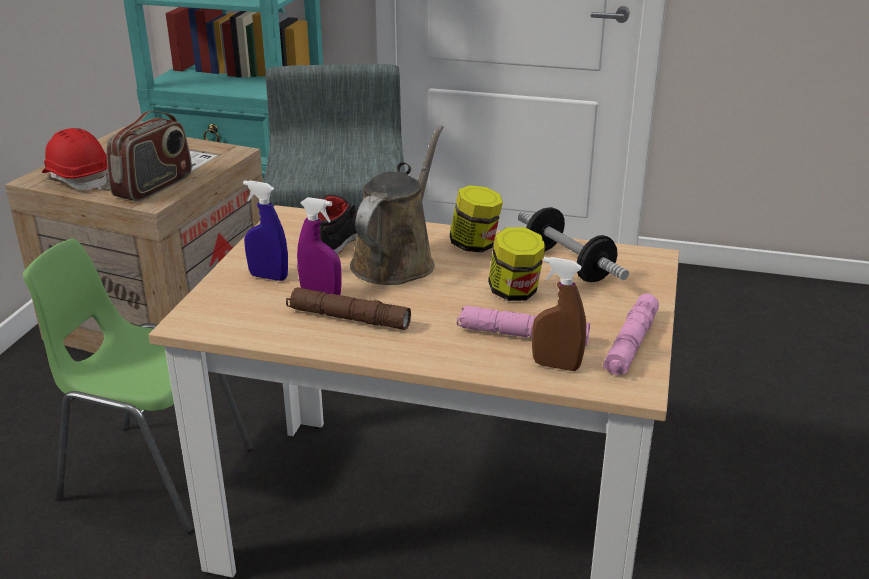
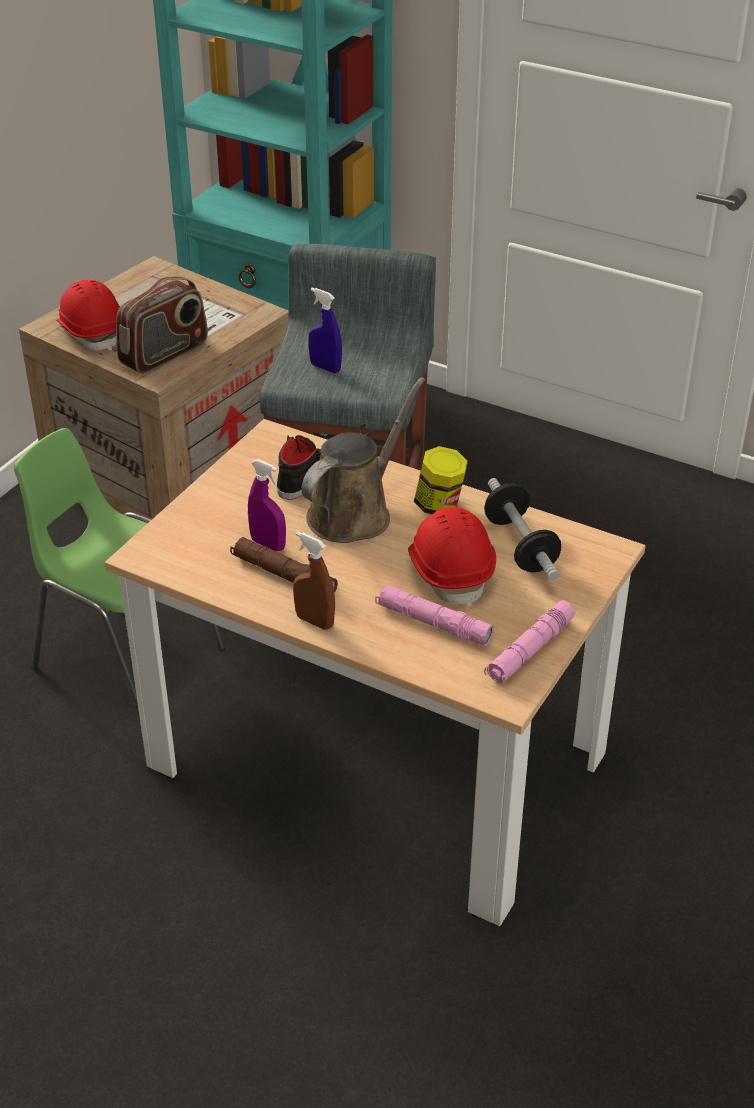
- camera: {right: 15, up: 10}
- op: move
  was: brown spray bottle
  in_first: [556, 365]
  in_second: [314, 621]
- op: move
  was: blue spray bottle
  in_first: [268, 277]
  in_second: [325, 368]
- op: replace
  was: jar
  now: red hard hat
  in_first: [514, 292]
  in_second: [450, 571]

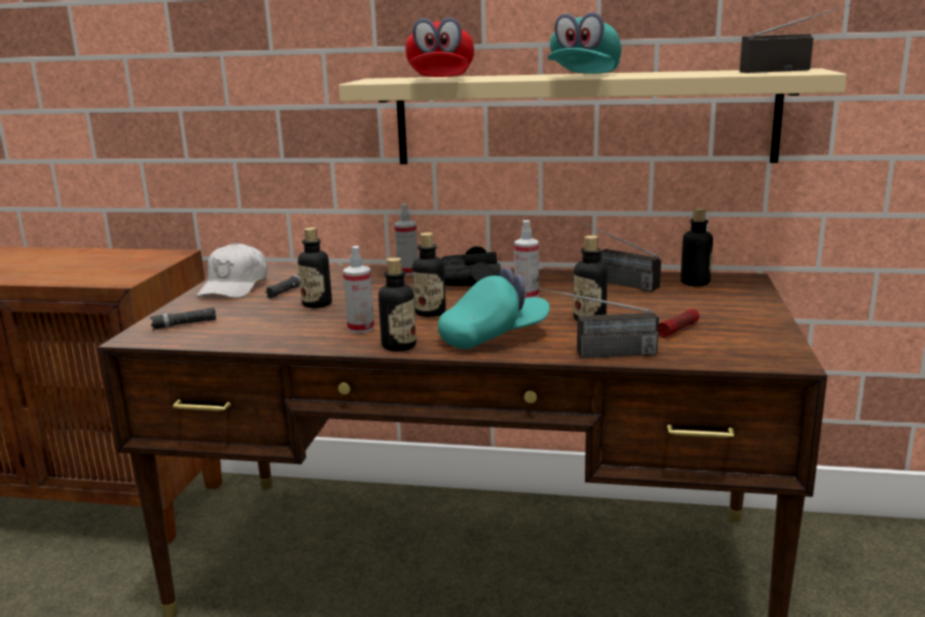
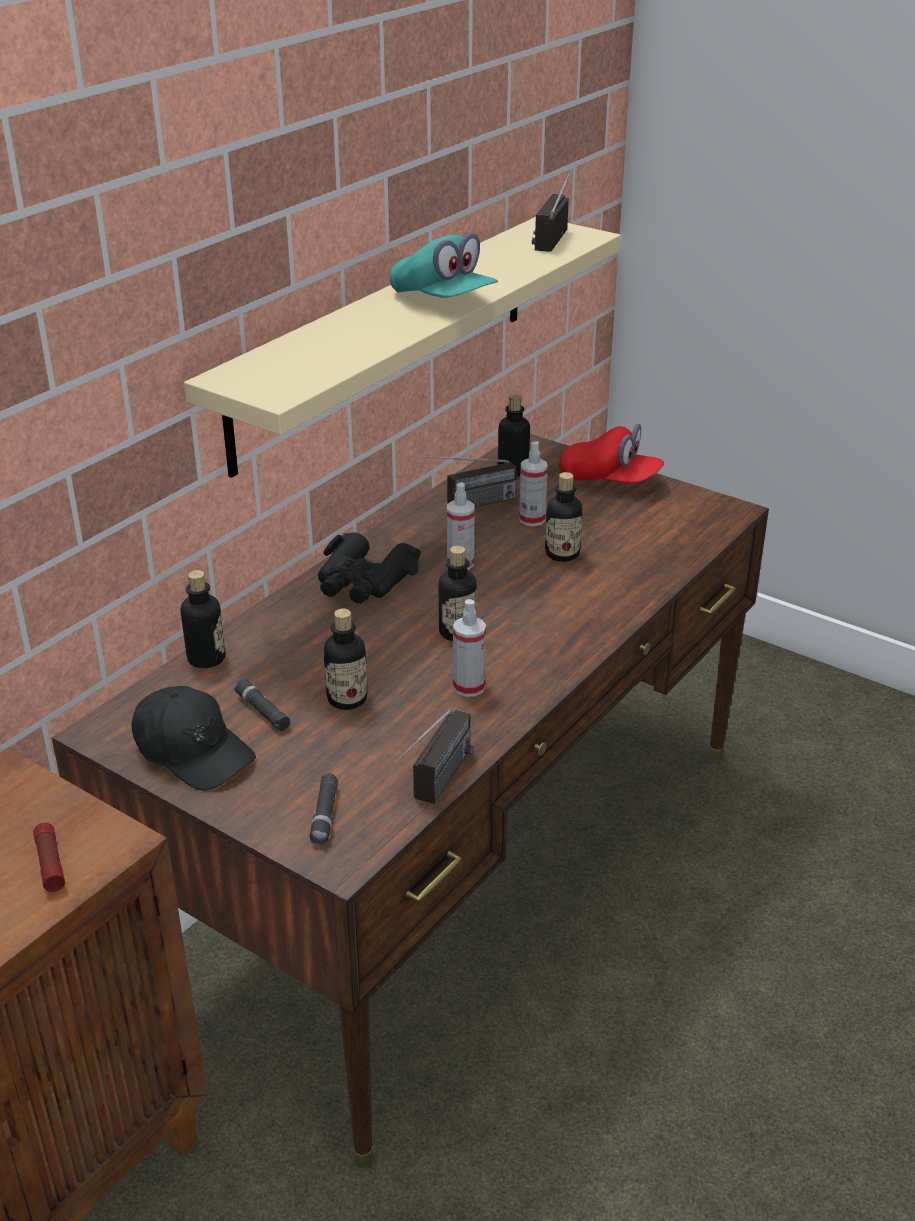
- camera: {right: -65, up: 15}
- op: move
  was: flashlight
  in_first: [678, 329]
  in_second: [50, 864]
- op: recolor
  was: white cap
  now: black cap
  in_first: [235, 287]
  in_second: [193, 751]
- op: move
  was: bottle
  in_first: [399, 346]
  in_second: [206, 658]
- op: move
  was: radio
  in_first: [596, 355]
  in_second: [435, 789]
- op: move
  was: spray bottle
  in_first: [407, 272]
  in_second: [532, 519]
- op: move
  was: red cap
  in_first: [440, 79]
  in_second: [609, 480]
- op: delete
  was: turquoise cap
  in_first: [494, 337]

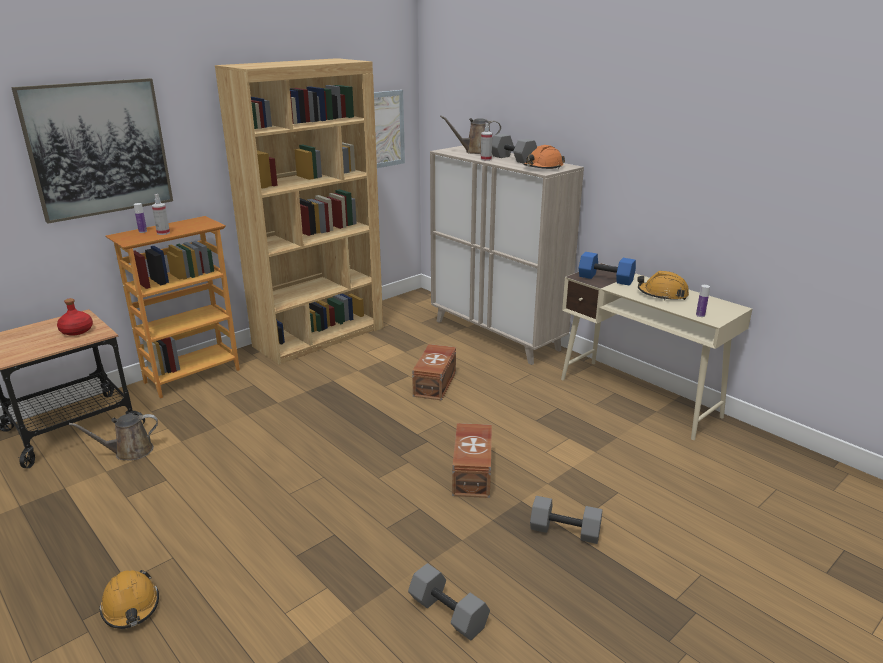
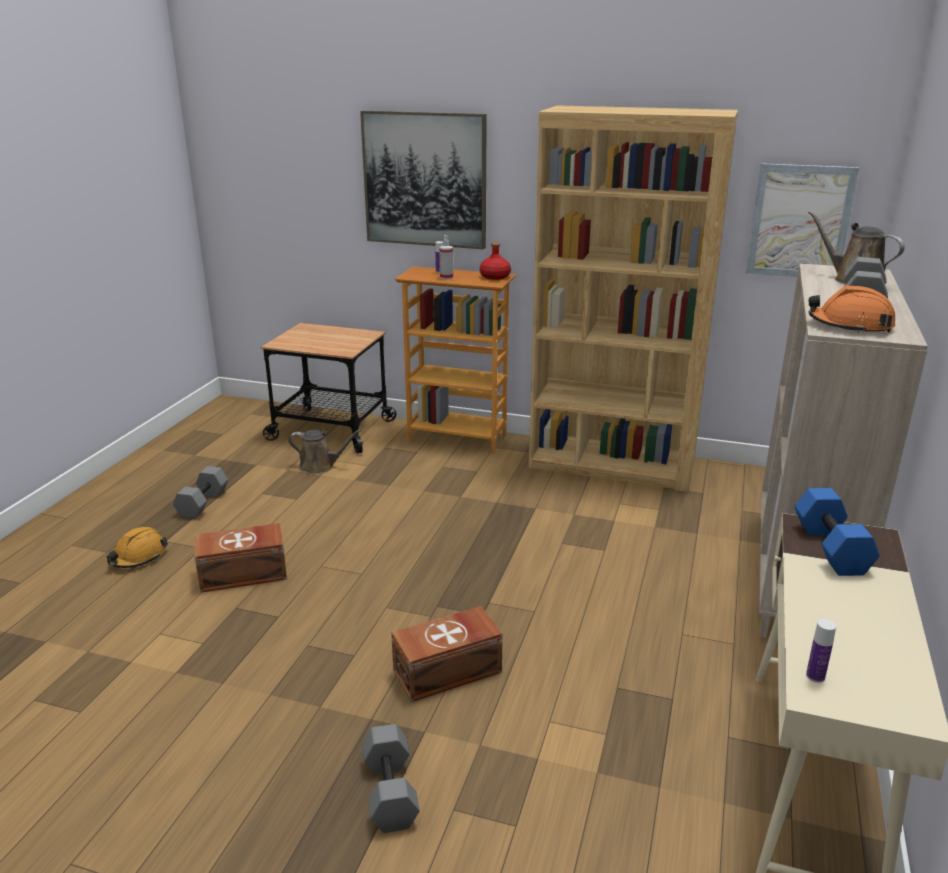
- camera: {right: 60, up: 0}
- op: move
  was: grey dumbbell
  in_first: [449, 613]
  in_second: [203, 504]
- op: move
  was: brown storage box
  in_first: [436, 383]
  in_second: [244, 574]
- op: rotate
  was: brown watering can
  in_first: [130, 452]
  in_second: [320, 466]
  clockwise: 150
- op: move
  was: red bottle
  in_first: [77, 331]
  in_second: [495, 277]
- op: delete
  was: spray bottle
  in_first: [486, 159]
- op: delete
  was: orange hard hat
  in_first: [662, 294]

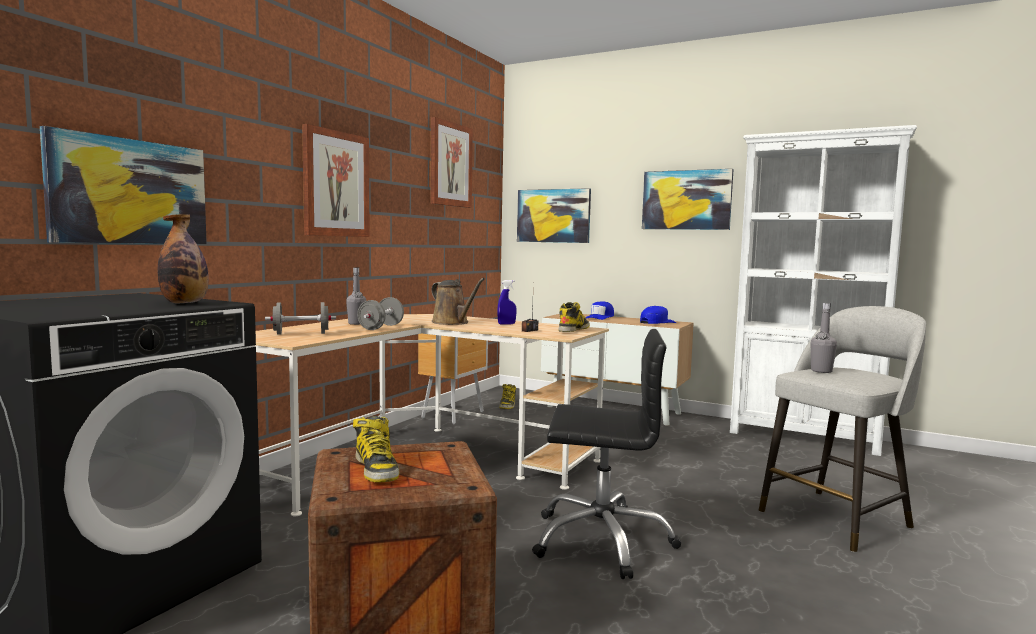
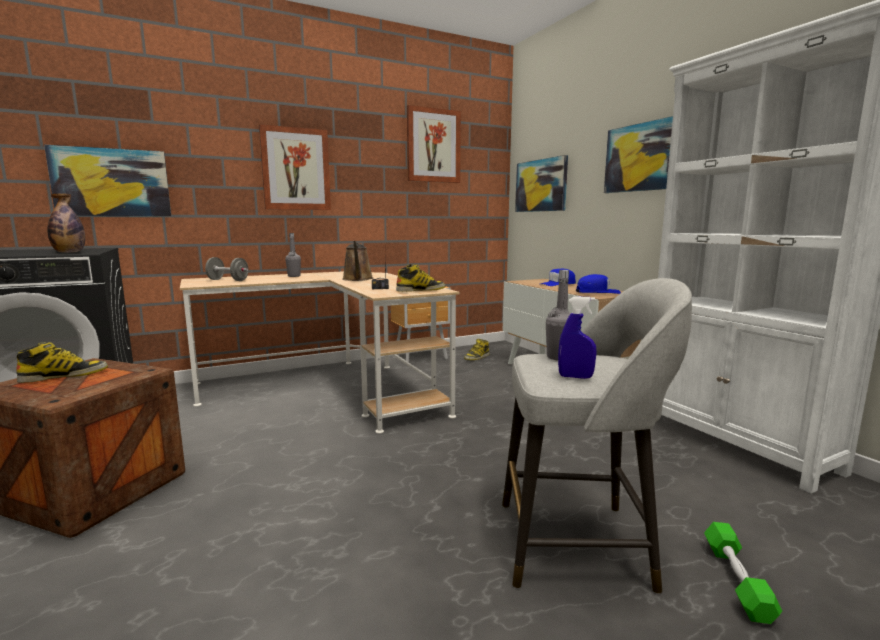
- camera: {right: 35, up: 5}
- op: rotate
  was: boot
  in_first: [376, 469]
  in_second: [65, 376]
  clockwise: -135
- op: move
  was: blue spray bottle
  in_first: [506, 324]
  in_second: [575, 377]
- op: insert
  now: green dumbbell
  in_second: [737, 580]
- op: delete
  was: grey dumbbell
  in_first: [381, 327]
- op: delete
  was: black office chair
  in_first: [602, 540]

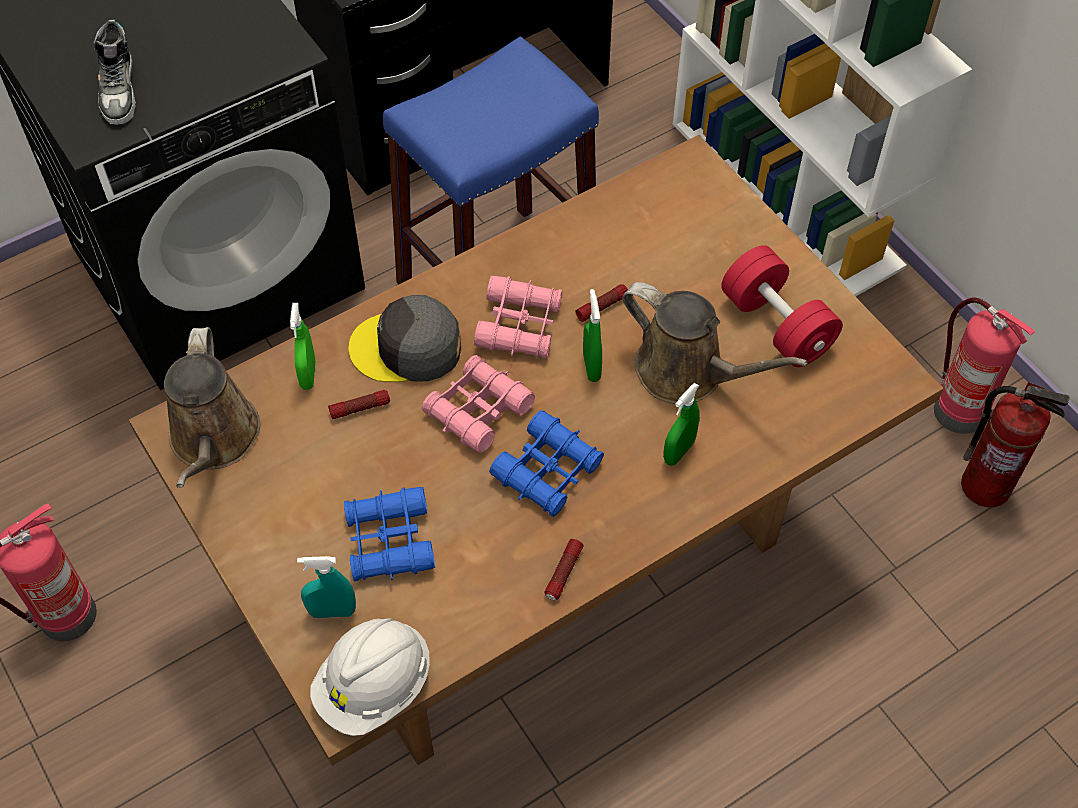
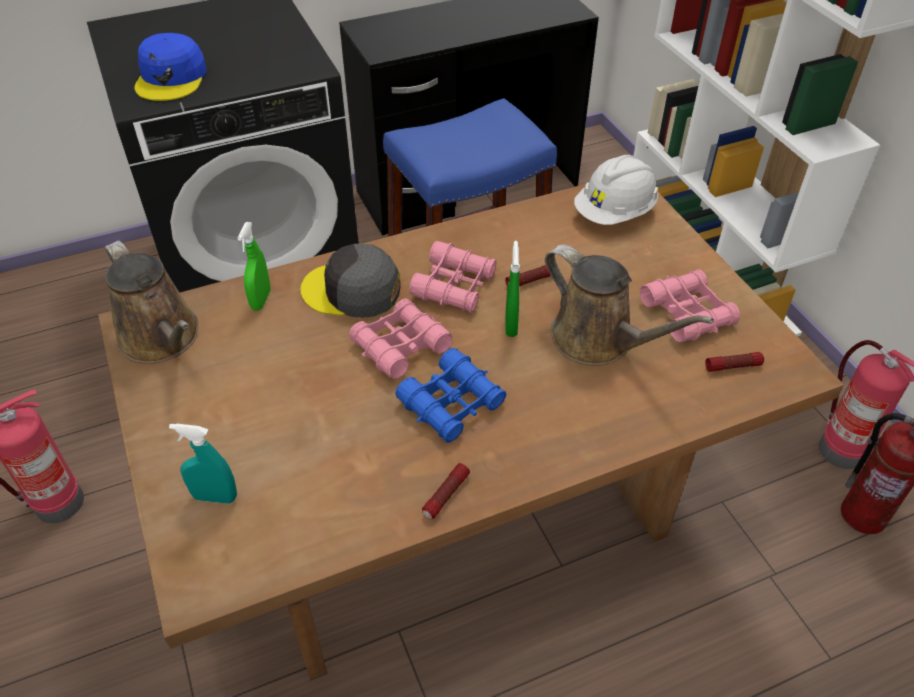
- camera: {right: 10, up: -10}
- op: rotate
  was: brown watering can
  in_first: [214, 440]
  in_second: [162, 339]
  clockwise: -45
- op: replace
  was: shoe
  now: blue cap
  in_first: [119, 90]
  in_second: [172, 78]
- op: move
  was: white hard hat
  in_first: [374, 686]
  in_second: [615, 213]
- op: replace
  was: red dumbbell
  now: pink binoculars
  in_first: [776, 325]
  in_second: [687, 313]
- op: move
  was: flashlight
  in_first: [360, 408]
  in_second: [733, 366]
- op: delete
  was: blue binoculars
  in_first: [389, 541]
- op: delete
  was: green spray bottle
  in_first: [678, 451]

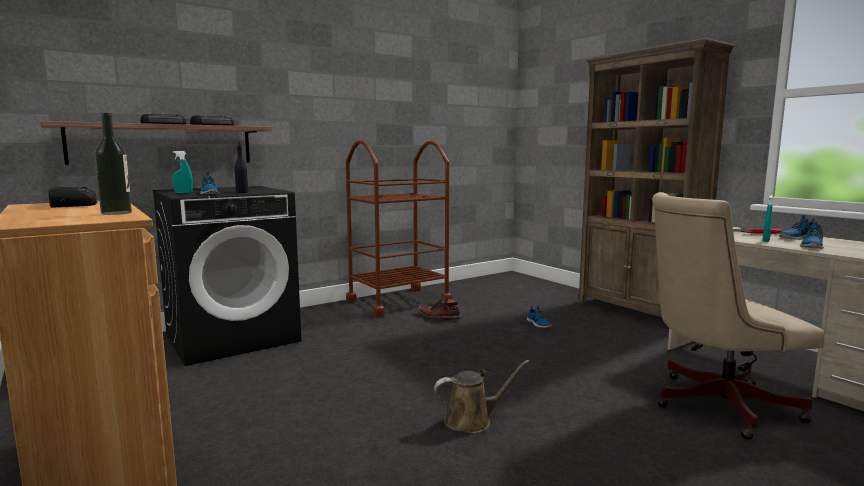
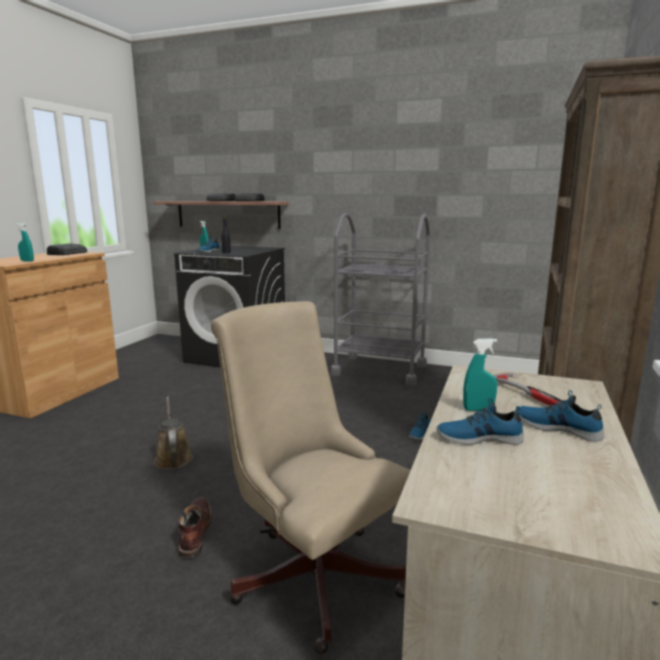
- camera: {right: 55, up: 5}
- op: replace
  was: bottle
  now: turquoise spray bottle
  in_first: [116, 213]
  in_second: [27, 261]
- op: rotate
  was: brown watering can
  in_first: [472, 421]
  in_second: [173, 458]
  clockwise: -150
- op: move
  was: brown boot
  in_first: [438, 317]
  in_second: [194, 532]
- op: recolor
  was: brown cart
  now: grey cart
  in_first: [398, 302]
  in_second: [379, 370]

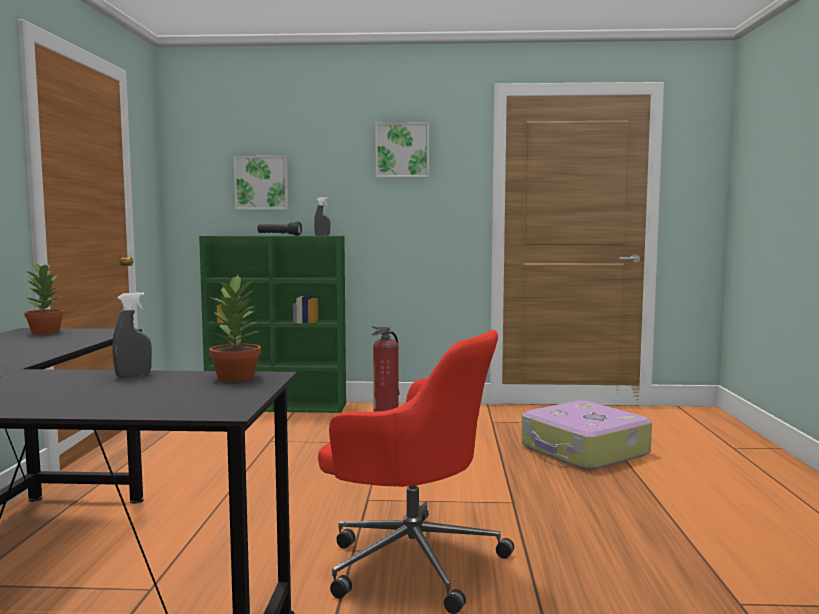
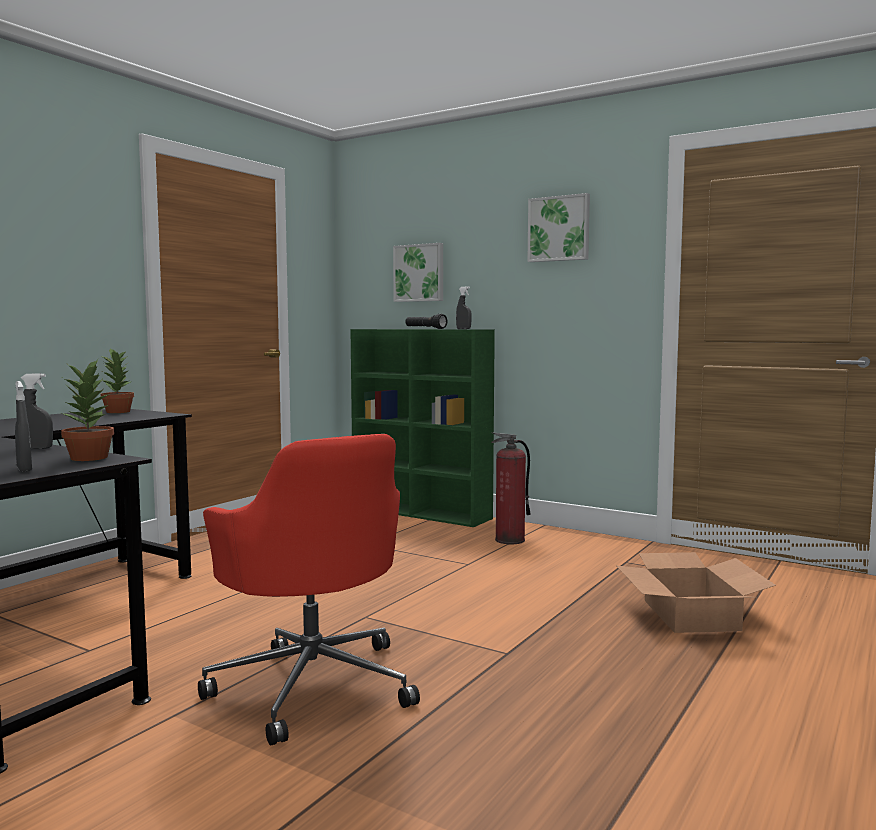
- camera: {right: 30, up: 0}
- op: insert
  now: grey spray bottle
  in_second: [24, 469]
- op: replace
  was: suitcase
  now: cardboard box
  in_first: [584, 451]
  in_second: [690, 615]

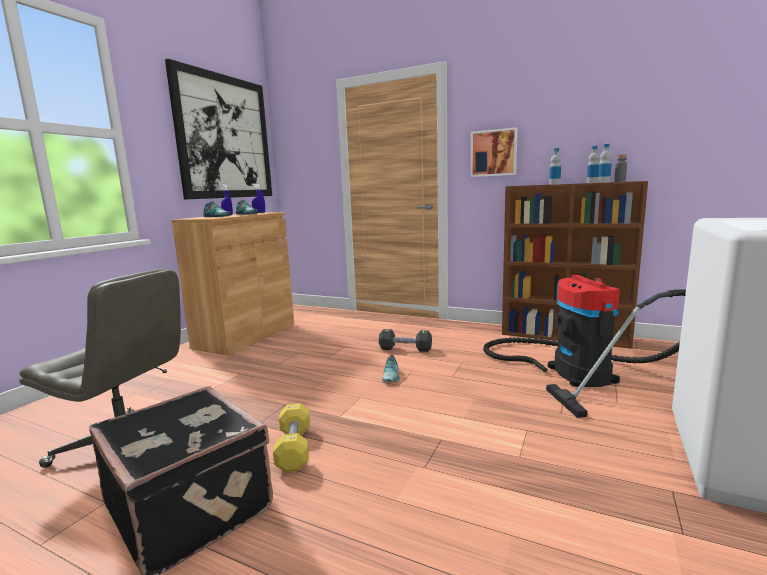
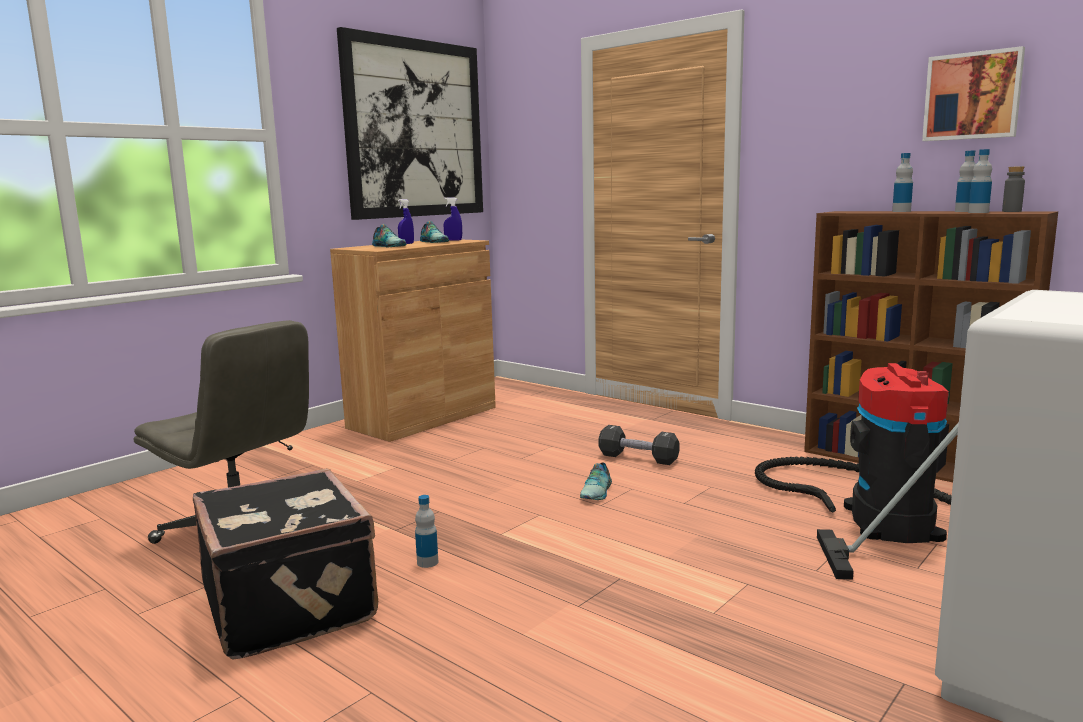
- camera: {right: 15, up: 0}
- op: replace
  was: yellow dumbbell
  now: bottle
  in_first: [294, 448]
  in_second: [427, 562]
- op: move
  was: picture
  in_first: [494, 153]
  in_second: [972, 96]

